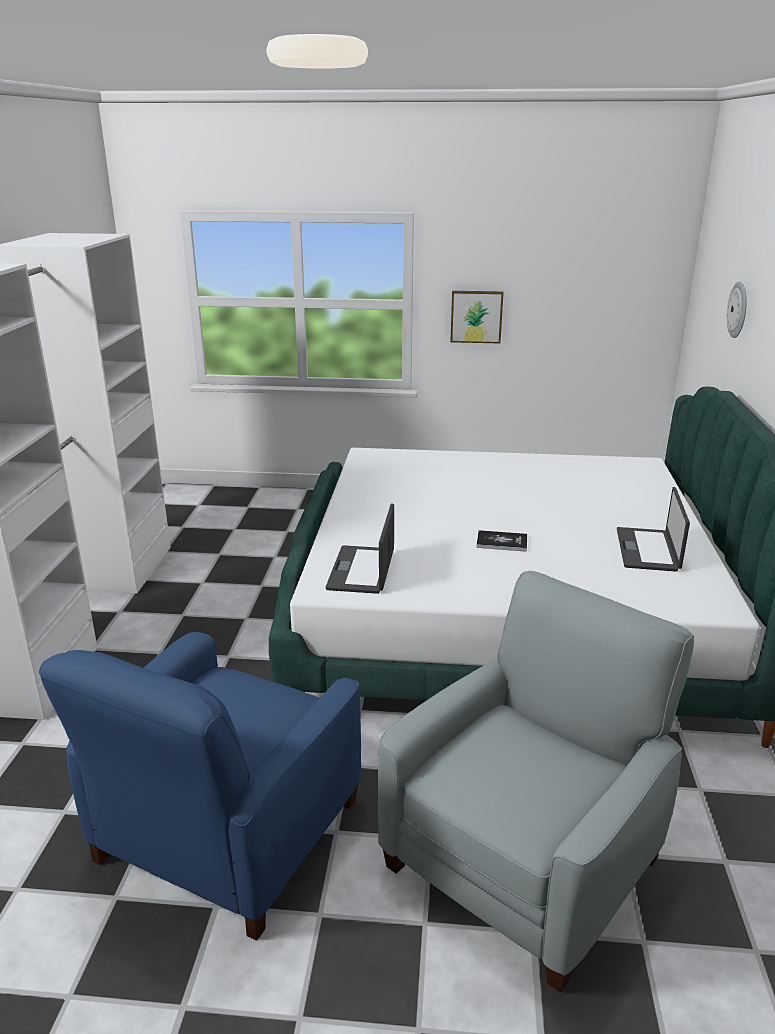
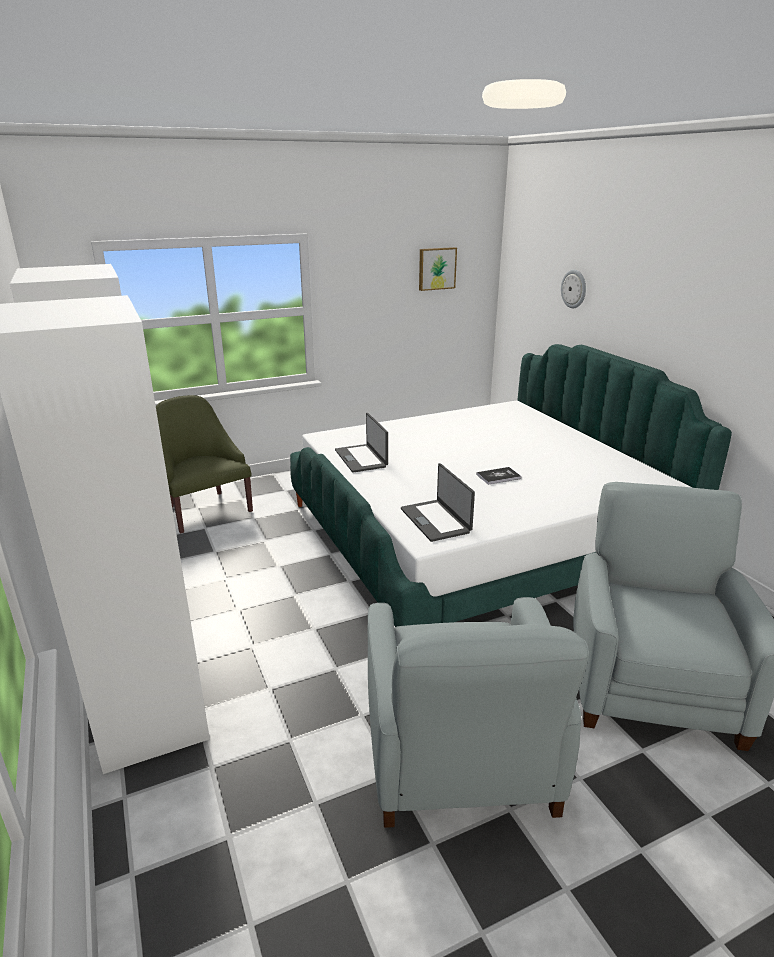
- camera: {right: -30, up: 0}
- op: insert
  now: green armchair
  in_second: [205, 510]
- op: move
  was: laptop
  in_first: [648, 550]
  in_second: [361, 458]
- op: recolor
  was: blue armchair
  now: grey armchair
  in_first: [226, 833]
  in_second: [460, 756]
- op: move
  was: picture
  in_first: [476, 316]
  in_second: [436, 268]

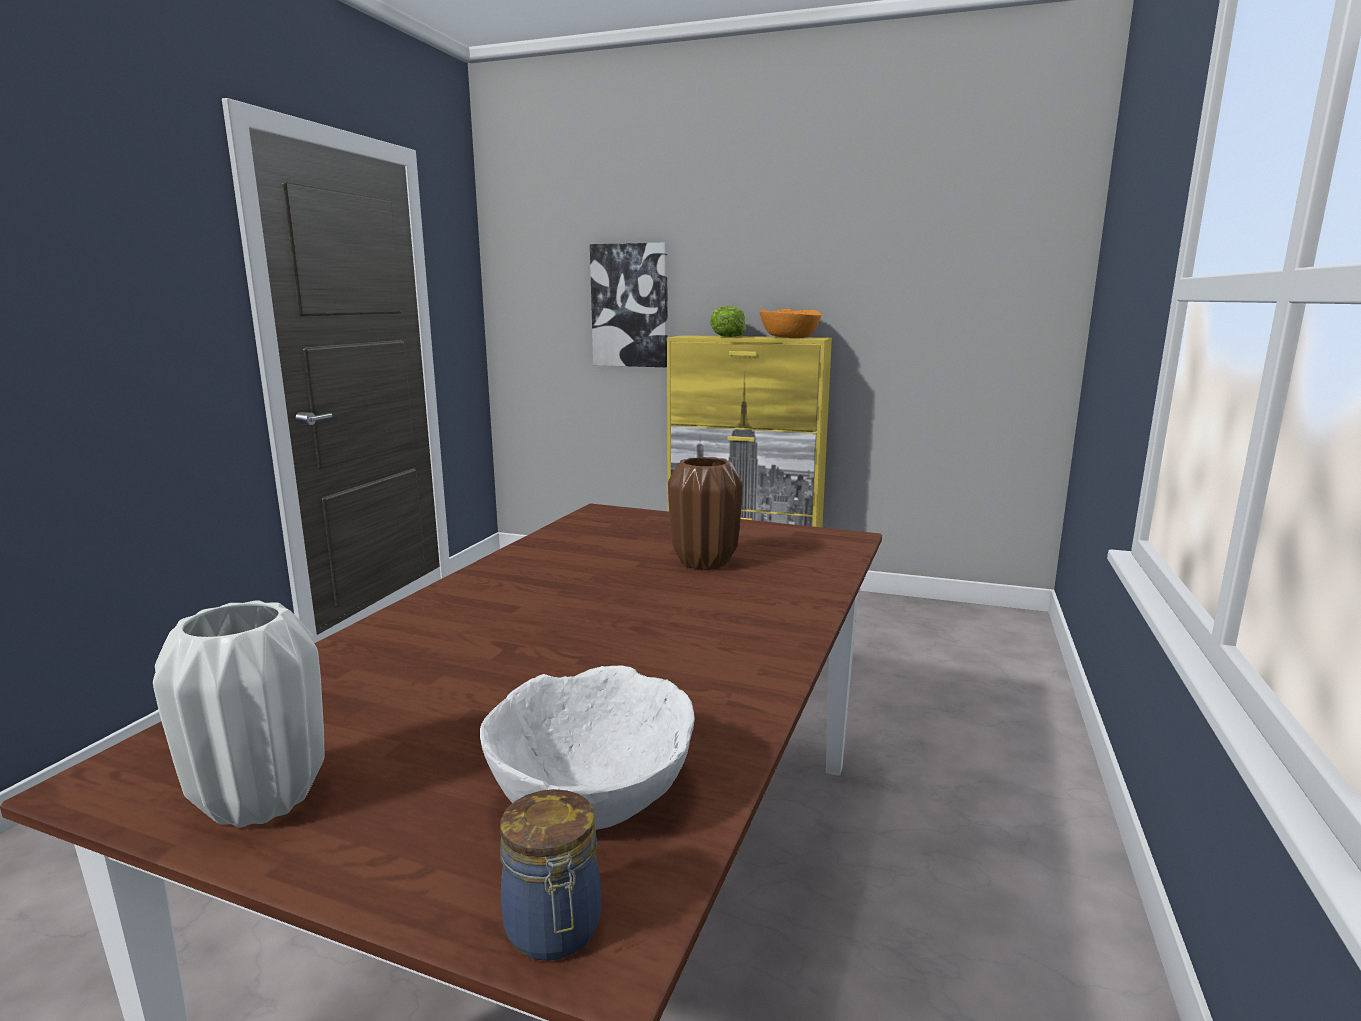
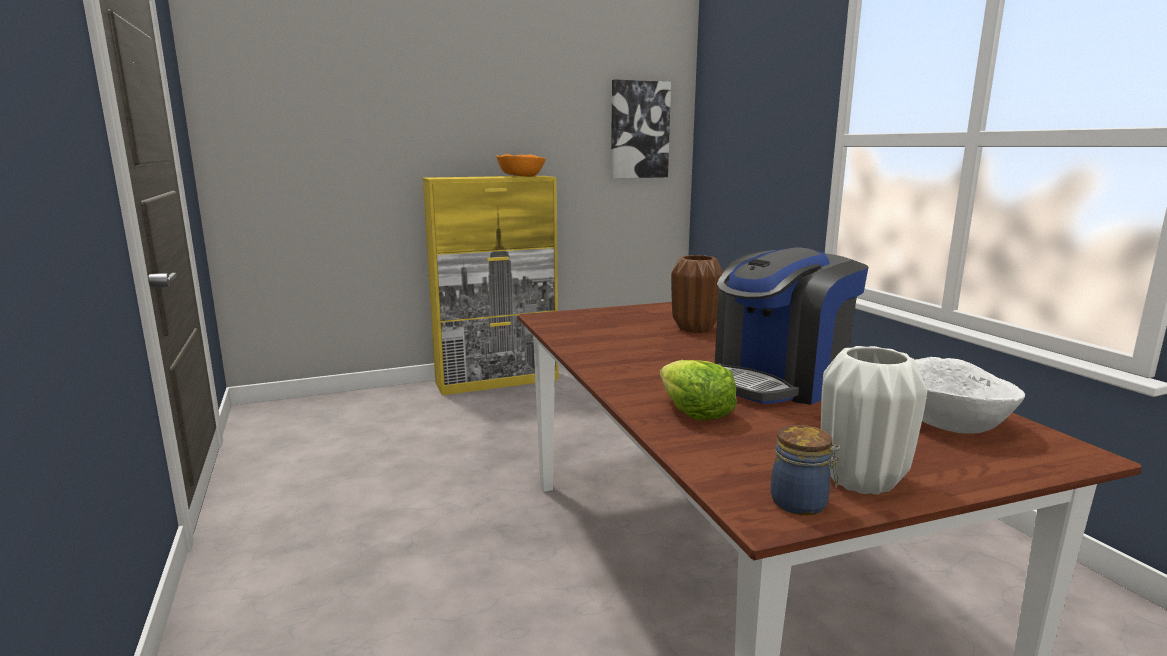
- camera: {right: -40, up: 0}
- op: move
  was: picture
  in_first: [630, 306]
  in_second: [639, 130]
- op: move
  was: lettuce
  in_first: [728, 336]
  in_second: [694, 412]
- op: insert
  now: coffee machine
  in_second: [778, 381]
- op: move
  was: jar
  in_first: [554, 931]
  in_second: [801, 504]

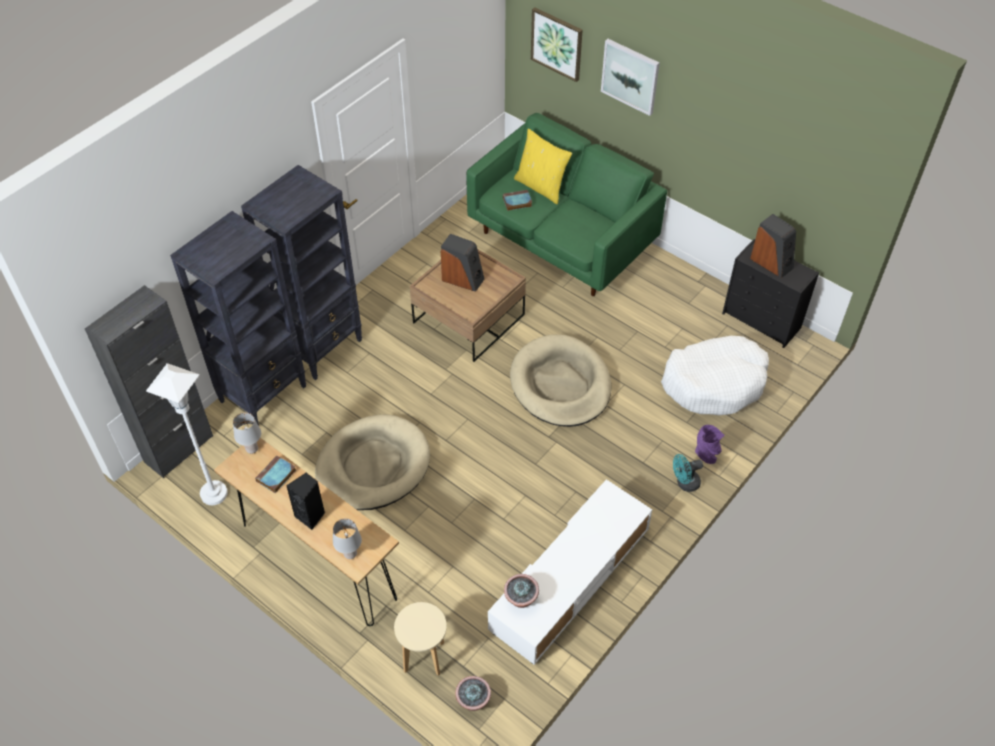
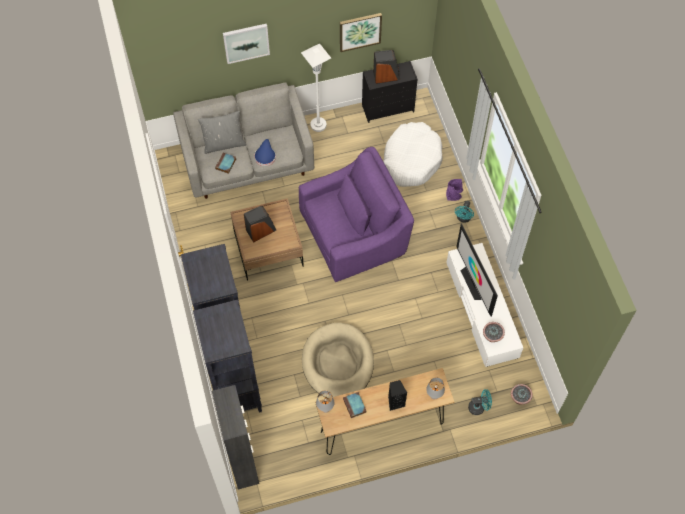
- camera: {right: -55, up: 10}
- op: recolor
  was: green sofa
  now: grey sofa
  in_first: [561, 241]
  in_second: [248, 162]
- op: recolor
  was: yellow pillow
  now: grey pillow
  in_first: [541, 186]
  in_second: [224, 144]
- op: insert
  now: blue hat
  in_second: [265, 155]
- op: replace
  was: beige dog bed
  now: purple armchair
  in_first: [560, 384]
  in_second: [354, 233]
- op: move
  was: white floor lamp
  in_first: [214, 494]
  in_second: [318, 125]
- op: move
  was: picture
  in_first: [557, 43]
  in_second: [360, 31]
- op: insert
  now: television
  in_second: [474, 283]
- op: replace
  was: beige stool
  now: turquoise fan
  in_first: [424, 657]
  in_second: [479, 407]

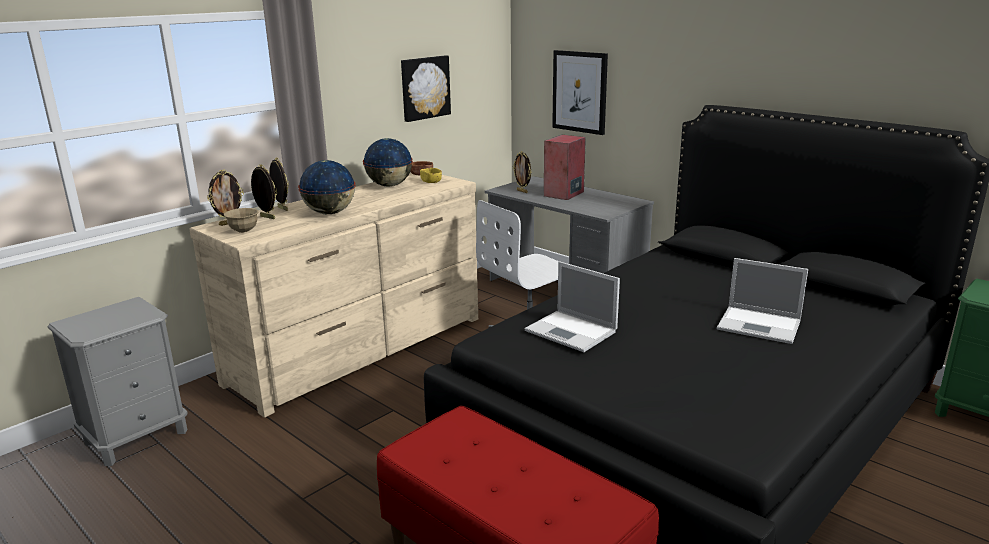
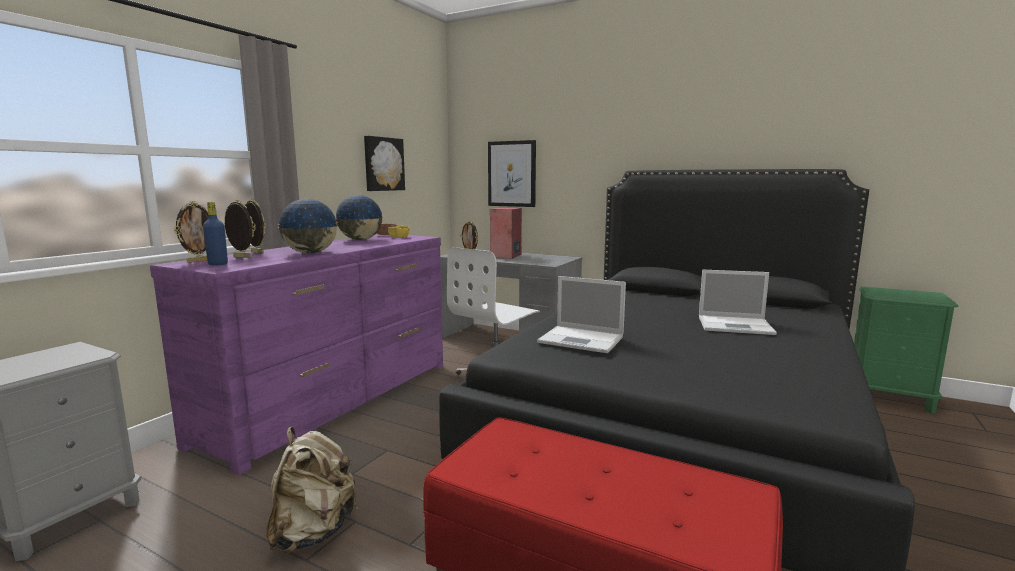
- camera: {right: -15, up: -10}
- op: recolor
  was: beige dresser
  now: purple dresser
  in_first: [361, 349]
  in_second: [336, 400]
- op: replace
  was: beige bowl
  now: blue bottle
  in_first: [243, 230]
  in_second: [218, 264]
- op: insert
  now: beige backpack
  in_second: [313, 532]

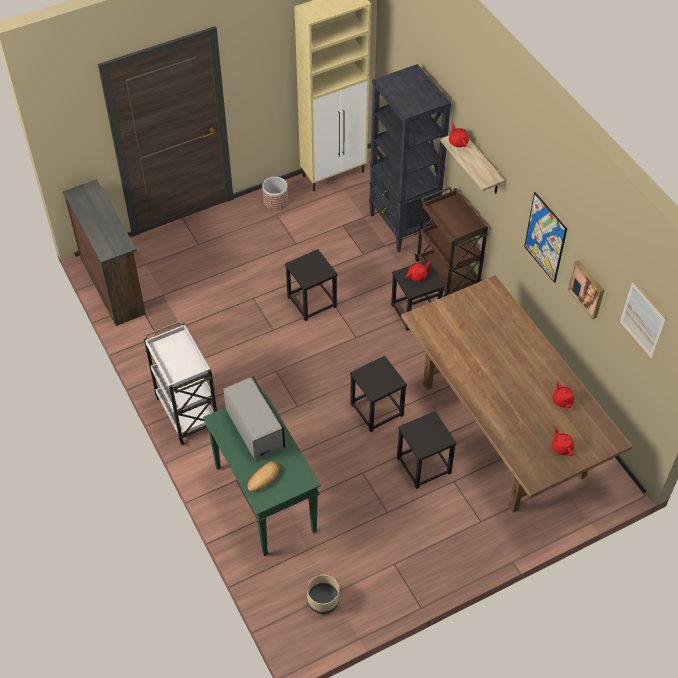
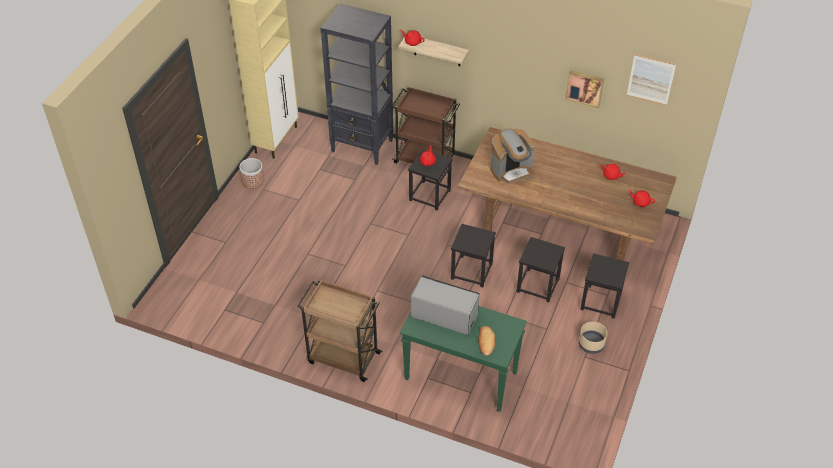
- camera: {right: -40, up: -5}
- op: recolor
  was: white cart
  now: brown cart
  in_first: [187, 411]
  in_second: [342, 357]
- op: insert
  now: coffee machine
  in_second: [511, 170]
- op: move
  was: beige planter
  in_first: [323, 601]
  in_second: [591, 345]
- op: move
  was: black stool
  in_first: [311, 302]
  in_second: [600, 302]
- op: delete
  was: brown dresser
  in_first: [114, 285]
- op: delete
  was: picture
  in_first: [545, 237]

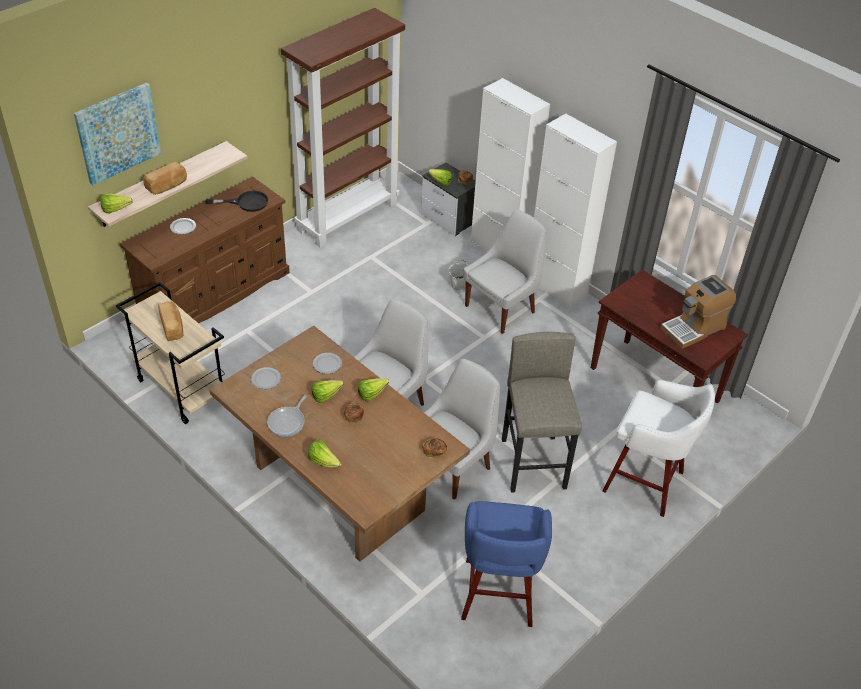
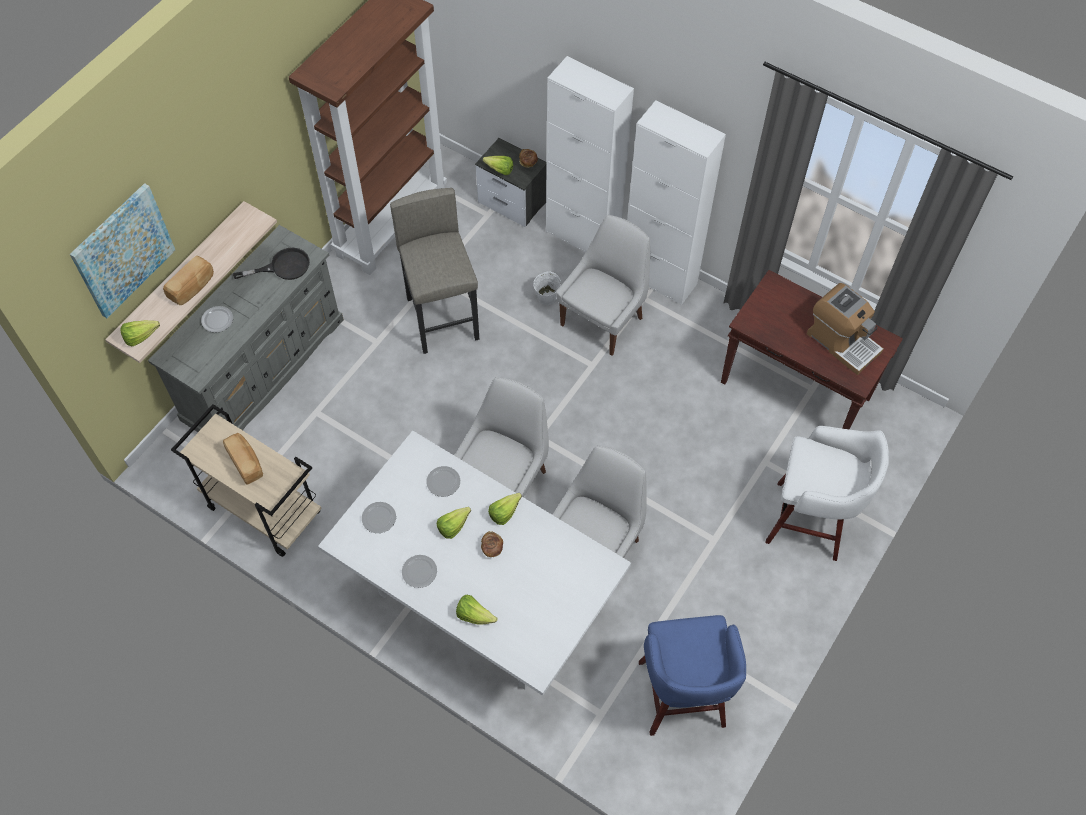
- camera: {right: -10, up: 15}
- op: recolor
  was: brown dresser
  now: grey dresser
  in_first: [215, 294]
  in_second: [264, 368]
- op: recolor
  was: brown dining table
  now: white dining table
  in_first: [340, 488]
  in_second: [480, 601]
- op: move
  was: grey stool
  in_first: [534, 463]
  in_second: [443, 318]
- op: replace
  was: frying pan
  now: plate
  in_first: [288, 422]
  in_second: [420, 571]
- op: rotate
  was: coffee machine
  in_first: [694, 328]
  in_second: [842, 342]
  clockwise: -90
- op: delete
  was: bread
  in_first: [434, 452]

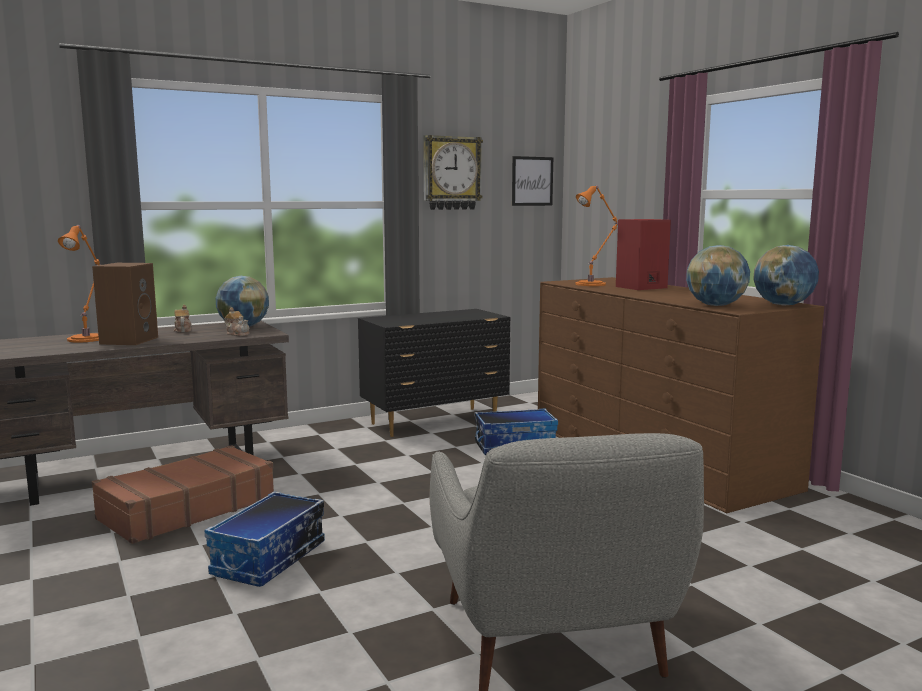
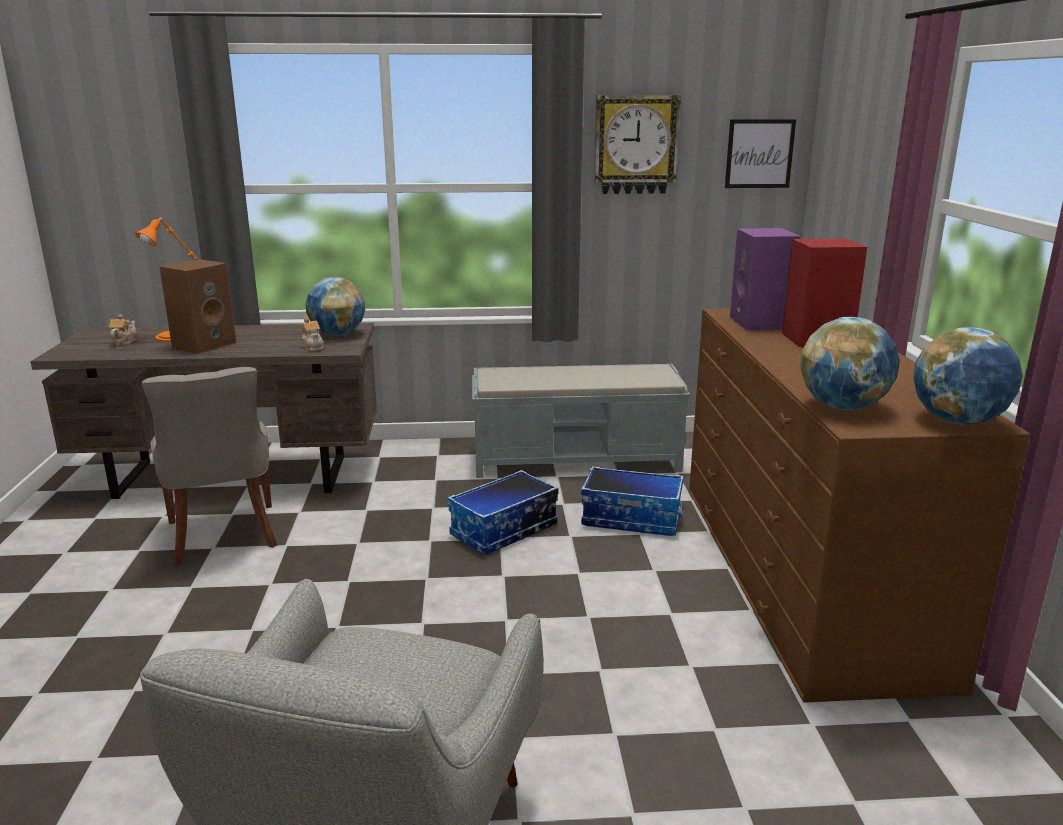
- camera: {right: 25, up: 10}
- op: move
  was: teapot
  in_first: [183, 330]
  in_second: [124, 342]
- op: replace
  was: brown suitcase
  now: grey chair
  in_first: [186, 509]
  in_second: [223, 535]
- op: move
  was: storage box
  in_first: [270, 559]
  in_second: [504, 531]
- op: replace
  was: black dresser
  now: grey bench
  in_first: [436, 422]
  in_second: [577, 460]
- op: replace
  was: orange table lamp
  now: purple speaker
  in_first: [592, 284]
  in_second: [761, 323]

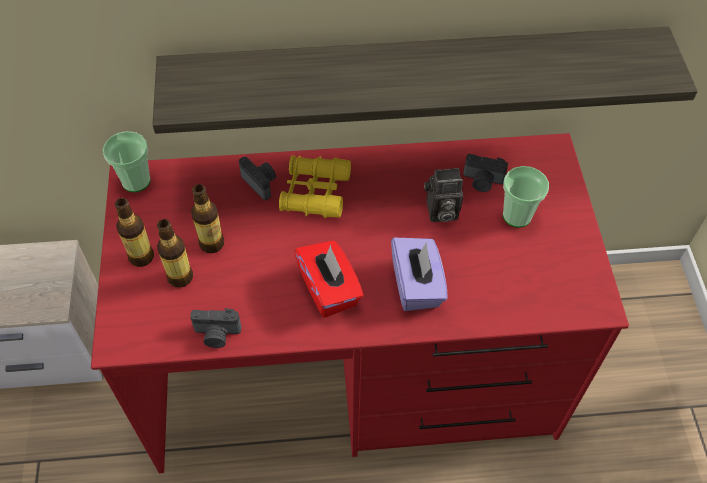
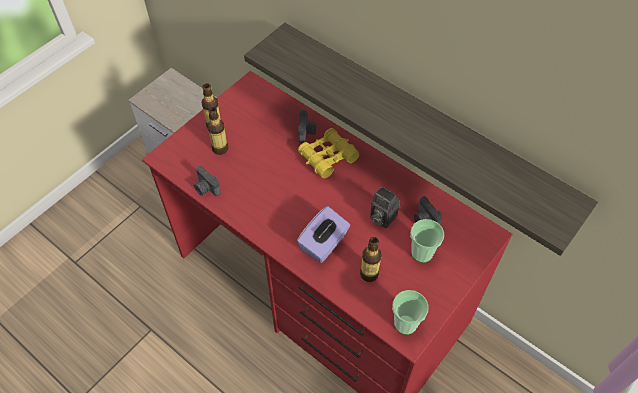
- camera: {right: 45, up: 0}
- op: move
  was: bottle
  in_first: [212, 243]
  in_second: [369, 274]
- op: move
  was: cup
  in_first: [136, 181]
  in_second: [405, 323]
- op: delete
  was: red tissue box
  in_first: [329, 289]

